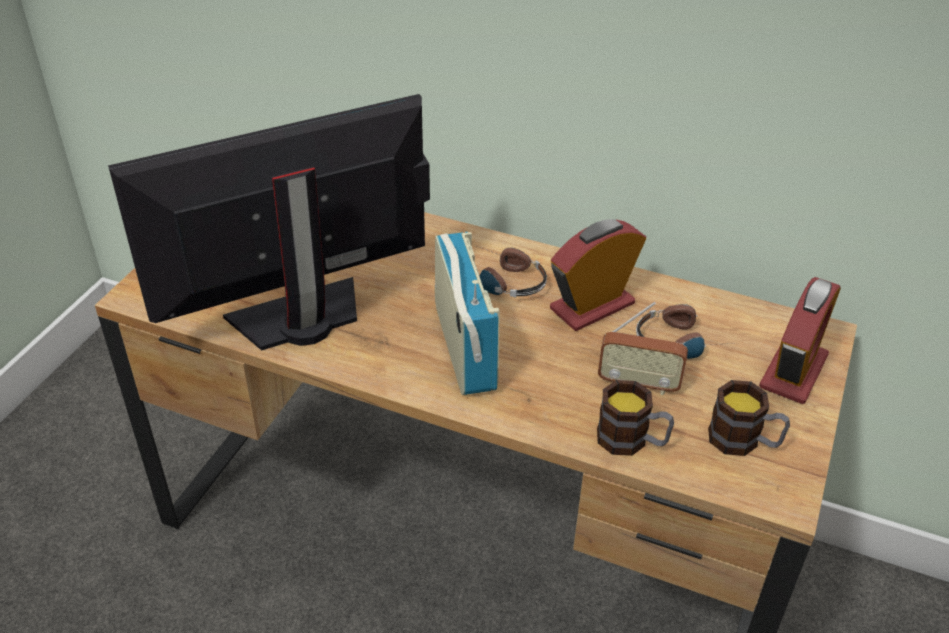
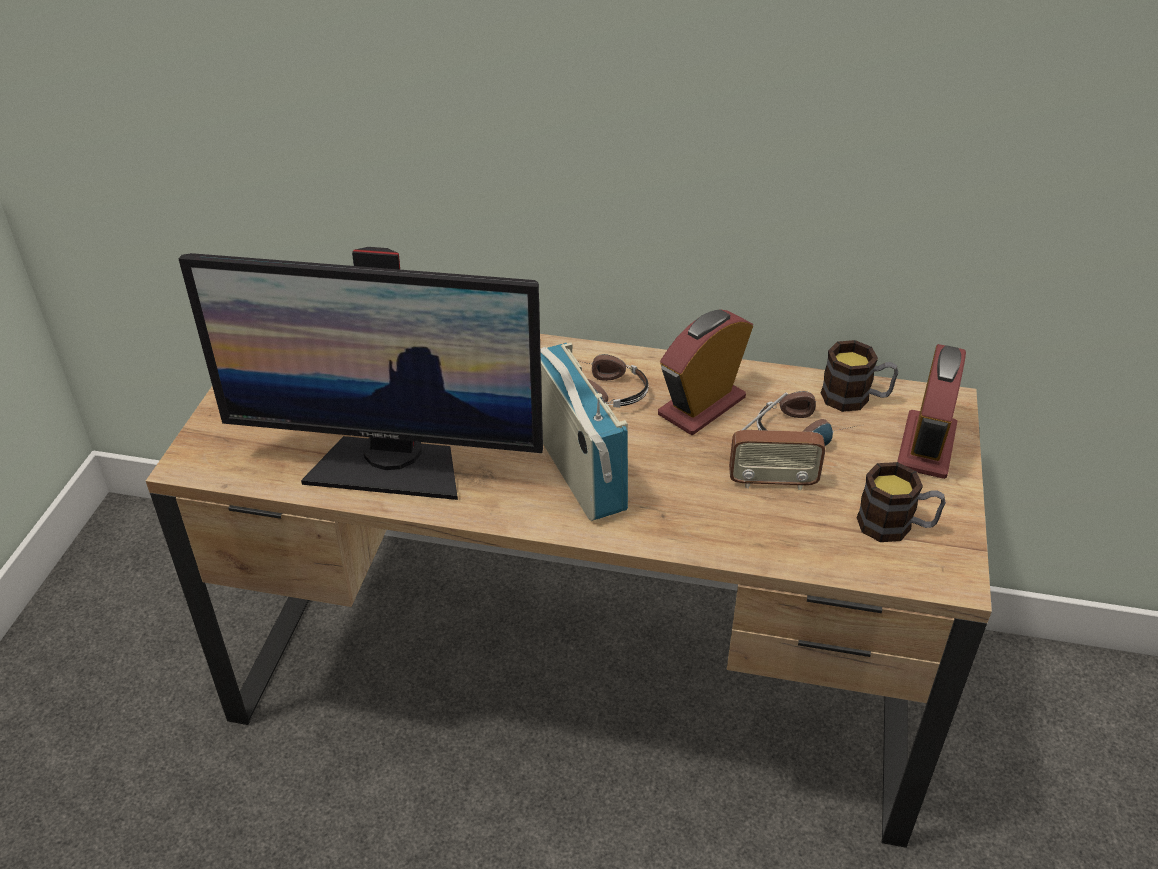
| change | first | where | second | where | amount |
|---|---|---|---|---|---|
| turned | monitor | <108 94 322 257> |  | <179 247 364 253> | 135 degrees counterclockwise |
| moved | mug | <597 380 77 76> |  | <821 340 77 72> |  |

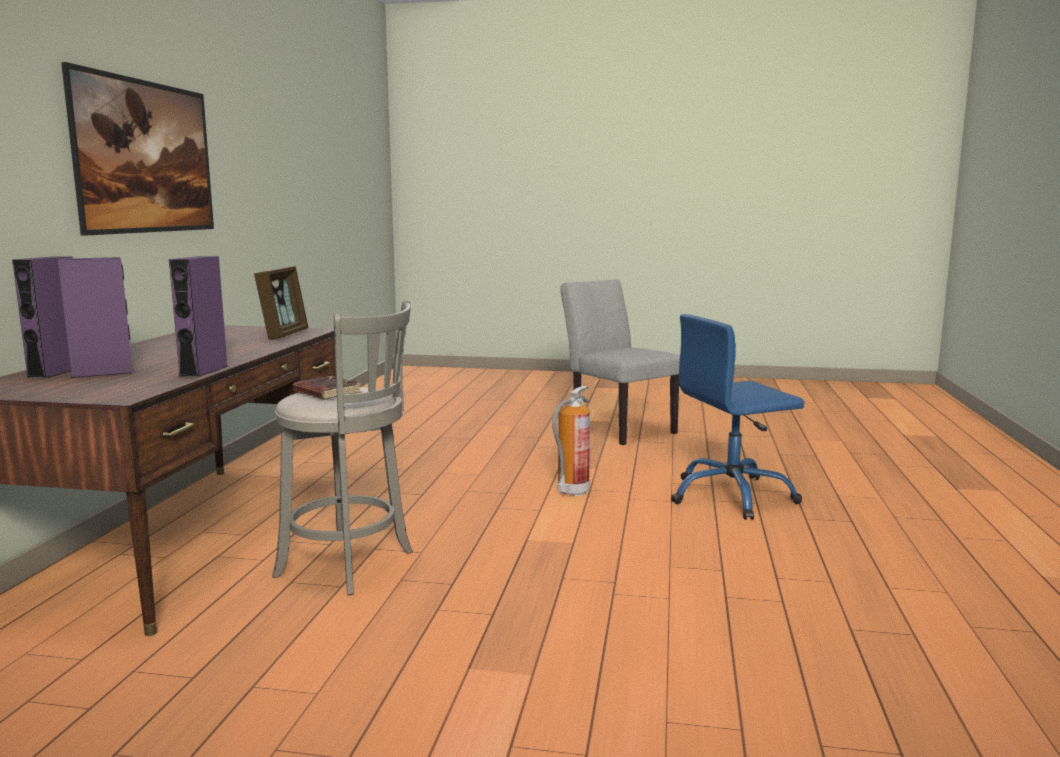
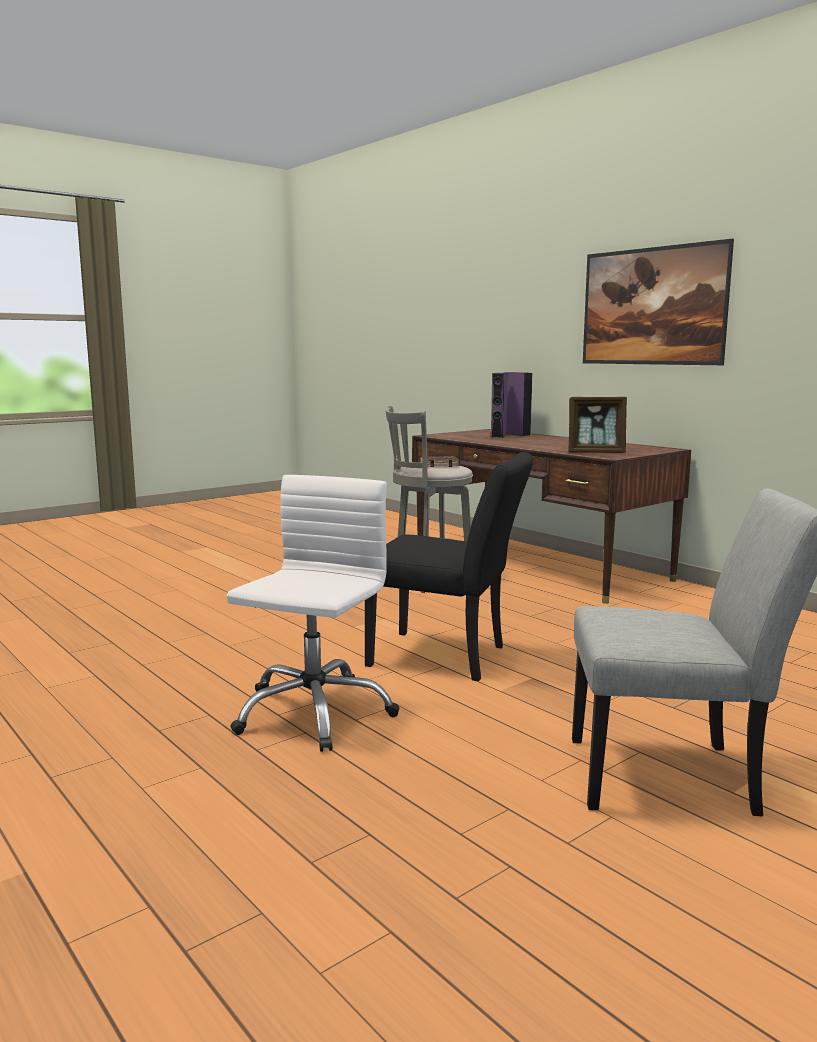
| change | first | where | second | where | amount |
|---|---|---|---|---|---|
| removed | purple speaker | <169 256 59 121> |  |  |  |
| turned | picture frame | <254 266 54 74> |  | <568 397 59 56> | 45 degrees counterclockwise |
| recoloured | blue office chair | <671 314 133 206> | white office chair | <227 475 172 277> |  |
| replaced | fire extinguisher | <552 386 38 110> | black chair | <365 452 168 229> |  |

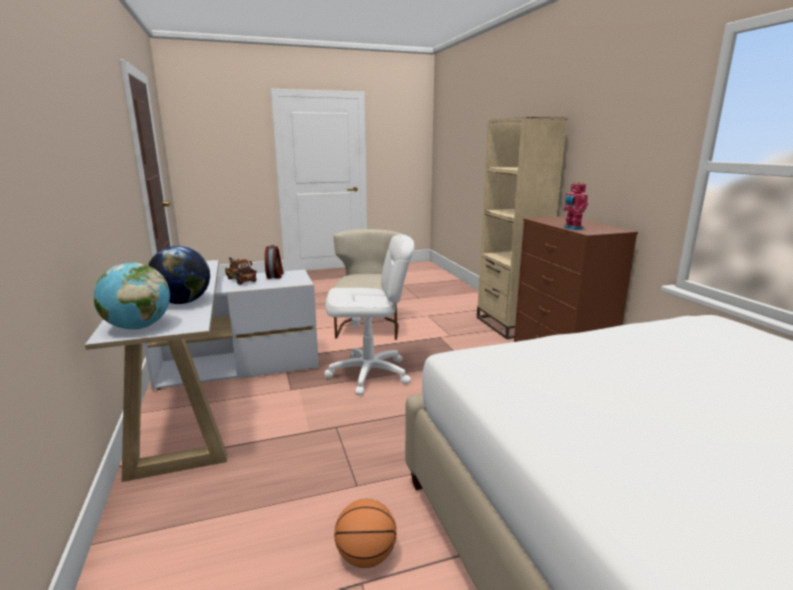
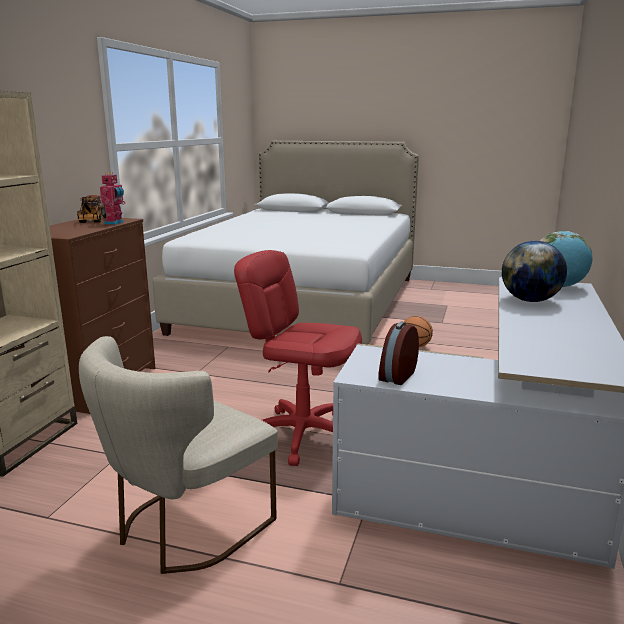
| change | first | where | second | where | amount |
|---|---|---|---|---|---|
| recoloured | white office chair | <324 235 90 160> | red office chair | <234 250 128 216> |  |
| moved | toy truck | <225 257 32 28> |  | <77 195 29 28> |  |

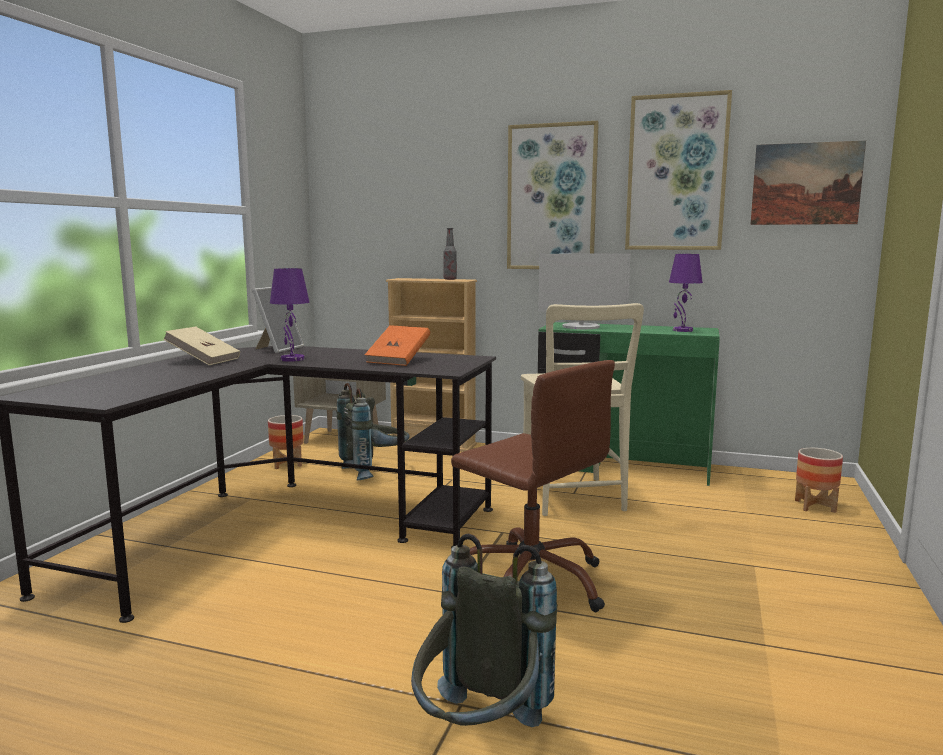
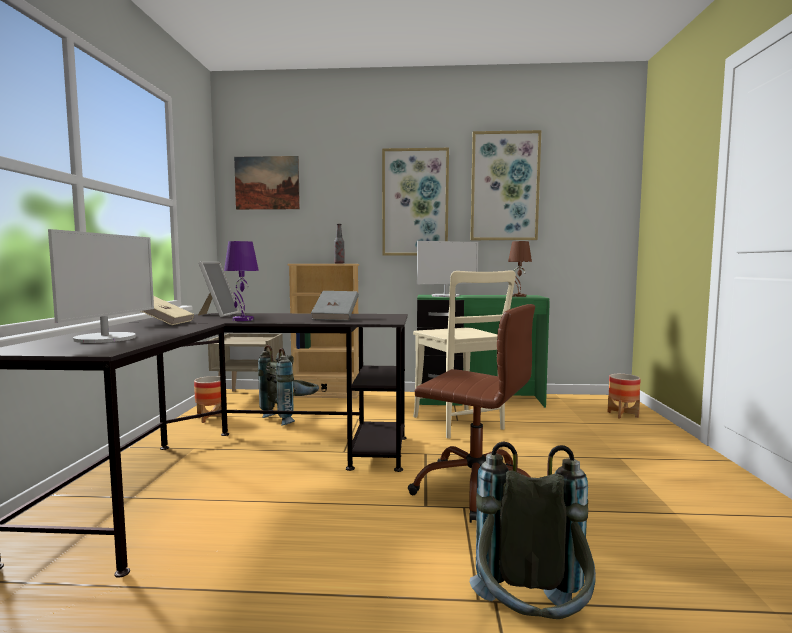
| change | first | where | second | where | amount |
|---|---|---|---|---|---|
| moved | picture | <750 141 116 84> |  | <234 156 66 54> |  |
| recoloured | purple table lamp | <669 254 34 78> | brown table lamp | <508 241 24 56> |  |
| recoloured | orange book | <365 325 65 41> | grey book | <311 291 48 29> |  |
| added |  |  | monitor | <48 229 106 114> |  |

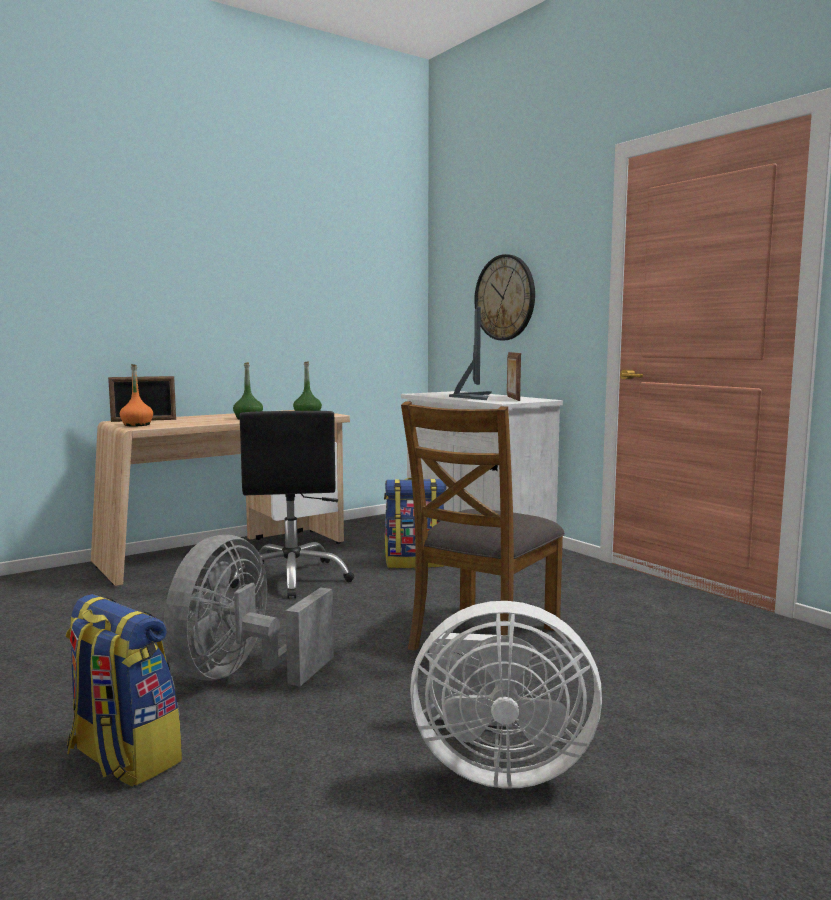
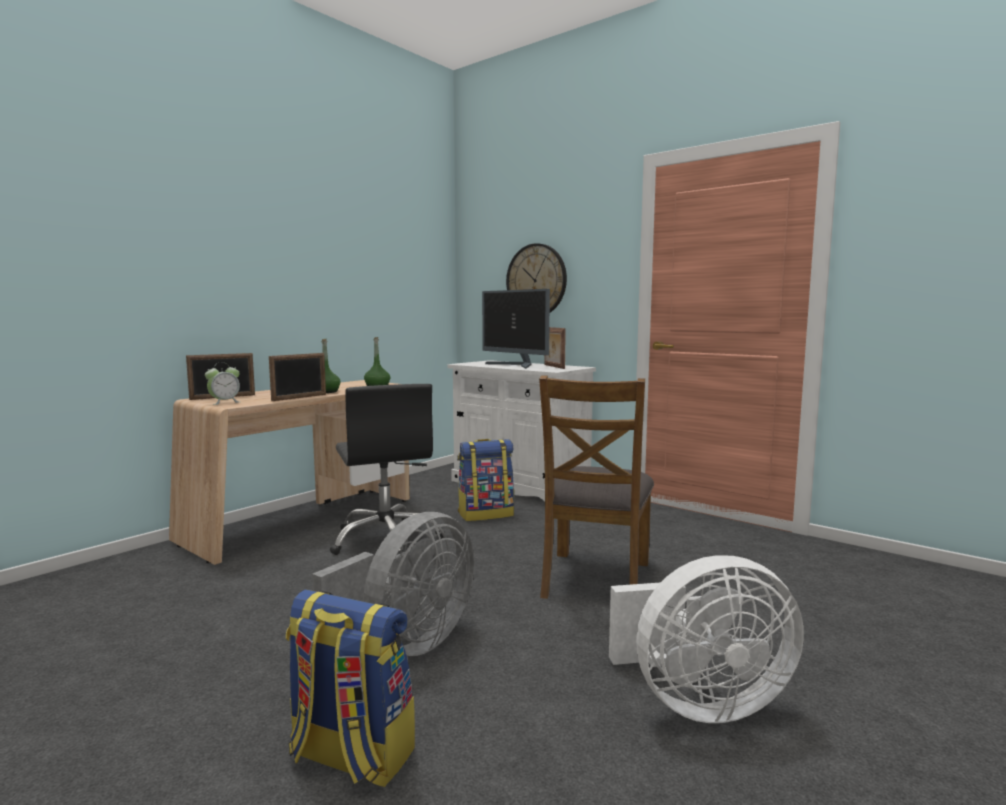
| change | first | where | second | where | amount |
|---|---|---|---|---|---|
| turned | monitor | <449 307 43 93> |  | <482 289 68 80> | 150 degrees clockwise |
| replaced | orange bottle | <120 364 33 62> | alarm clock | <205 364 35 41> |  |
| turned | grey fan | <164 535 169 151> |  | <312 512 163 144> | 150 degrees counterclockwise |
| added |  |  | picture frame | <269 353 57 48> |  |

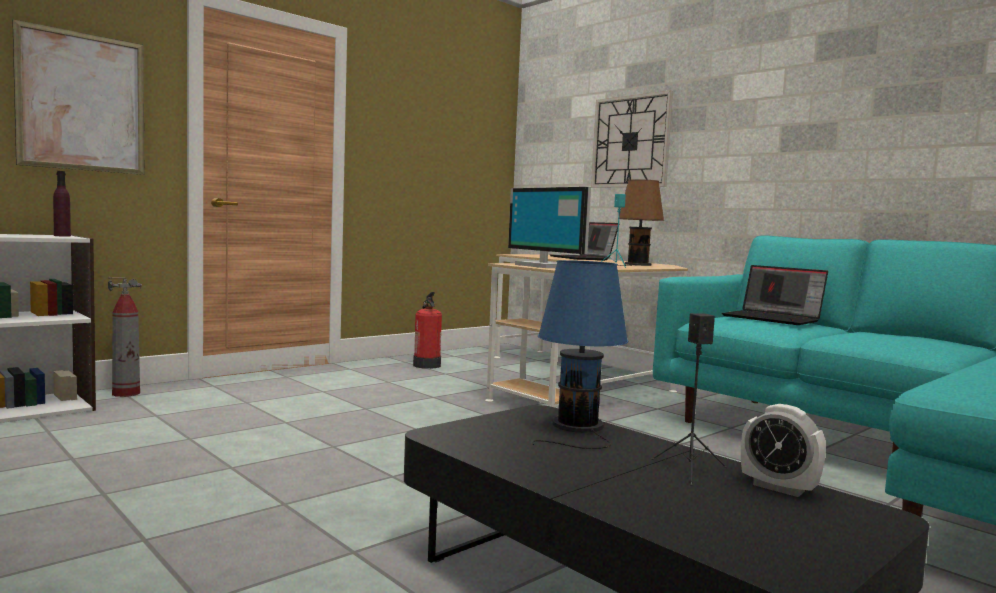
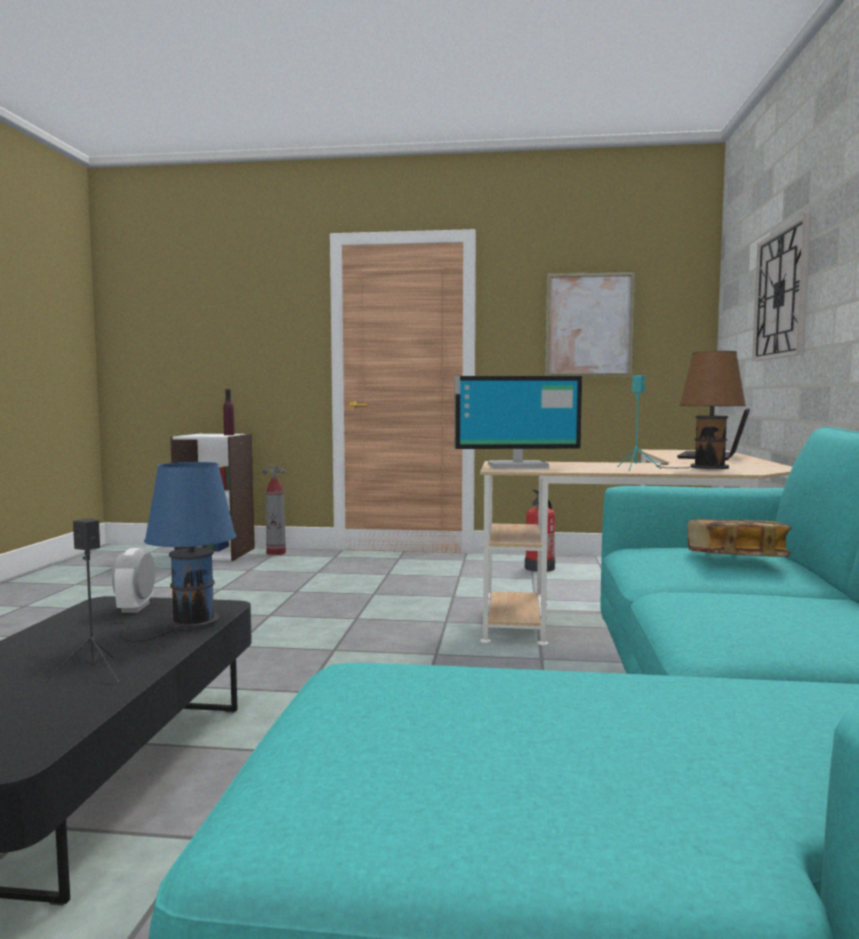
| change | first | where | second | where | amount |
|---|---|---|---|---|---|
| moved | picture | <12 19 132 156> |  | <545 271 91 106> |  |
| turned | monitor | <508 187 83 81> |  | <455 376 127 93> | 105 degrees counterclockwise |
| replaced | laptop | <722 265 106 60> | book | <687 519 105 38> |  |
| moved | alarm clock | <741 404 85 93> |  | <112 548 43 65> |  |

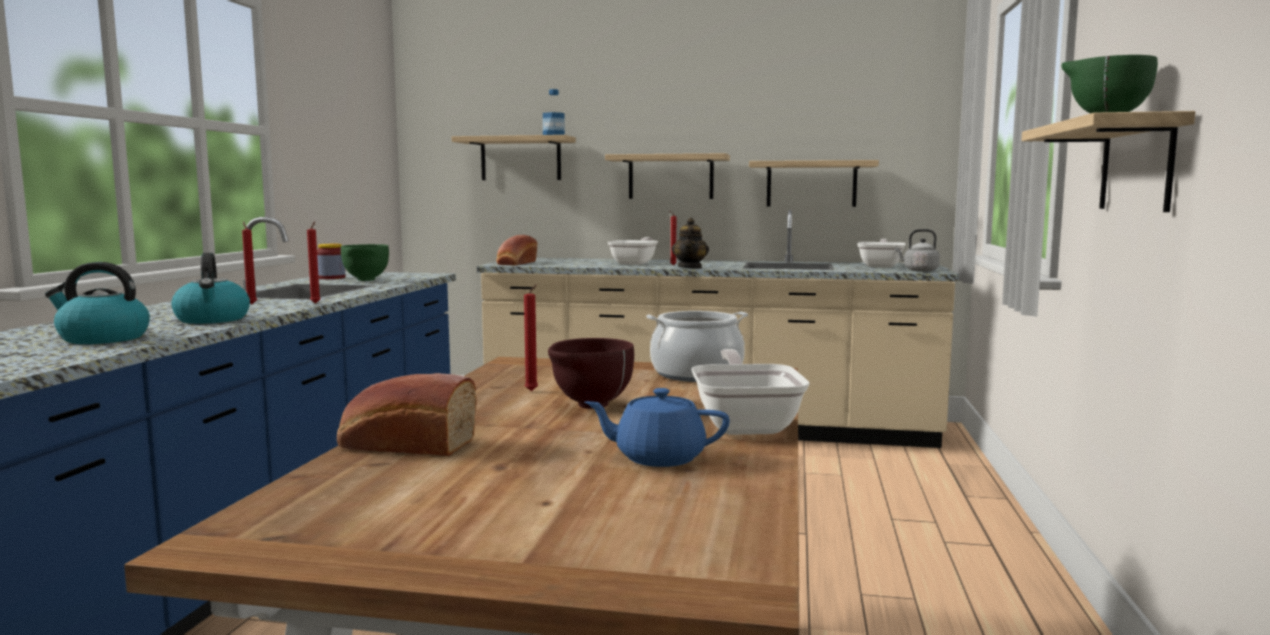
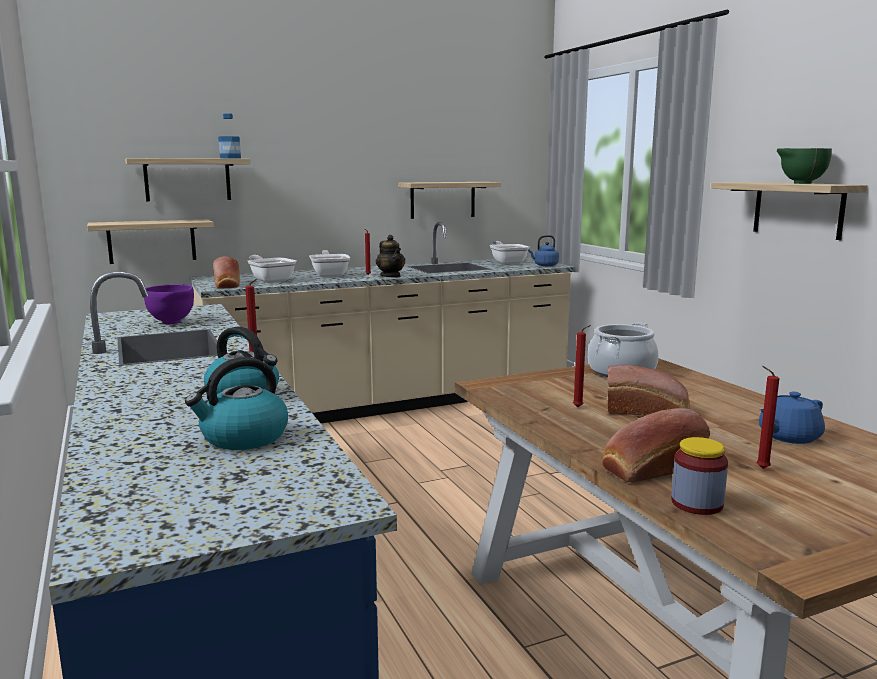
| change | first | where | second | where | amount |
|---|---|---|---|---|---|
| moved | shelf | <605 153 125 46> |  | <87 219 127 45> |  |
| moved | red candle | <242 221 15 83> |  | <756 366 23 103> |  |
| recoloured | grey kettle | <895 229 45 43> | blue kettle | <528 235 31 31> |  |
| moved | jar | <317 244 28 35> |  | <671 437 57 78> |  |
| recoloured | green bowl | <341 244 48 37> | purple bowl | <144 284 50 40> |  |
| replaced | brown bowl | <548 338 86 71> | bread | <606 365 84 51> |  |
| moved | frying pan | <691 349 119 86> |  | <248 255 49 28> |  |

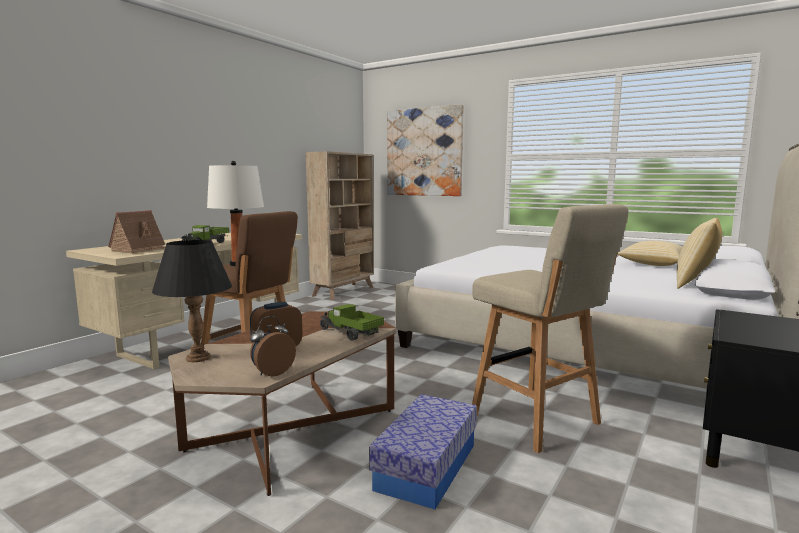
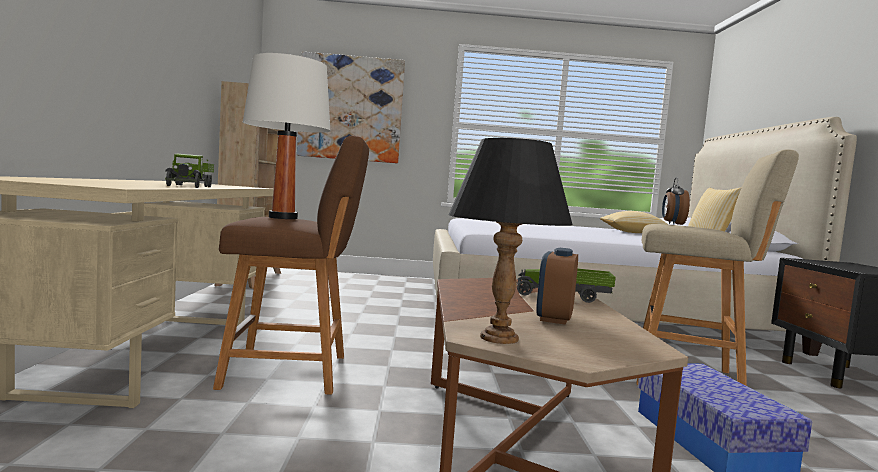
| change | first | where | second | where | amount |
|---|---|---|---|---|---|
| removed | toy house | <108 210 57 43> |  |  |  |
| moved | alarm clock | <250 316 46 60> |  | <662 177 28 48> |  |

